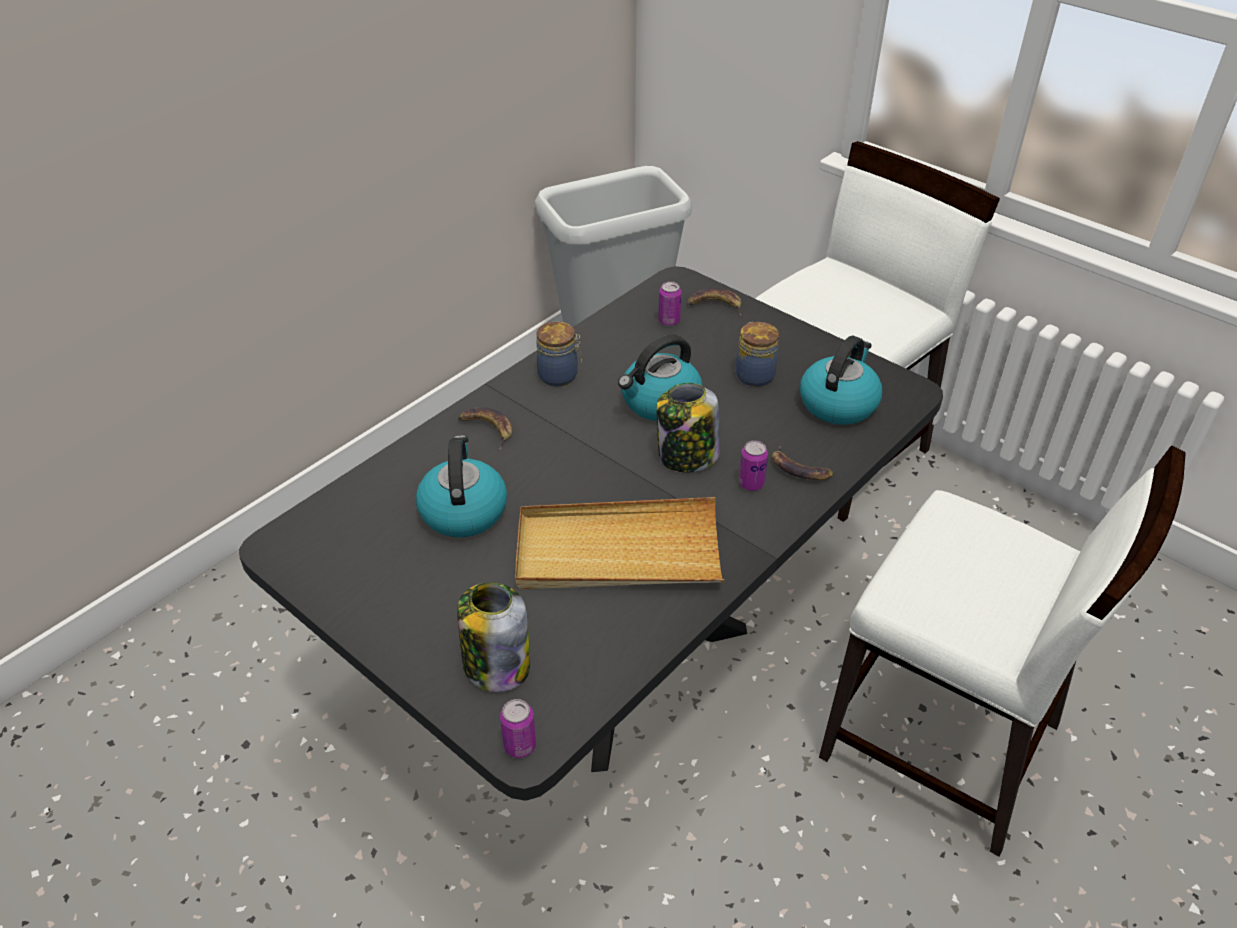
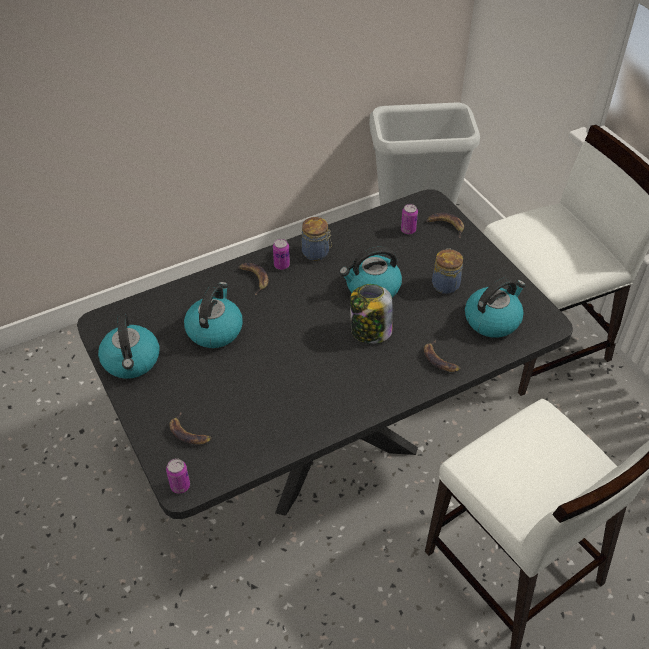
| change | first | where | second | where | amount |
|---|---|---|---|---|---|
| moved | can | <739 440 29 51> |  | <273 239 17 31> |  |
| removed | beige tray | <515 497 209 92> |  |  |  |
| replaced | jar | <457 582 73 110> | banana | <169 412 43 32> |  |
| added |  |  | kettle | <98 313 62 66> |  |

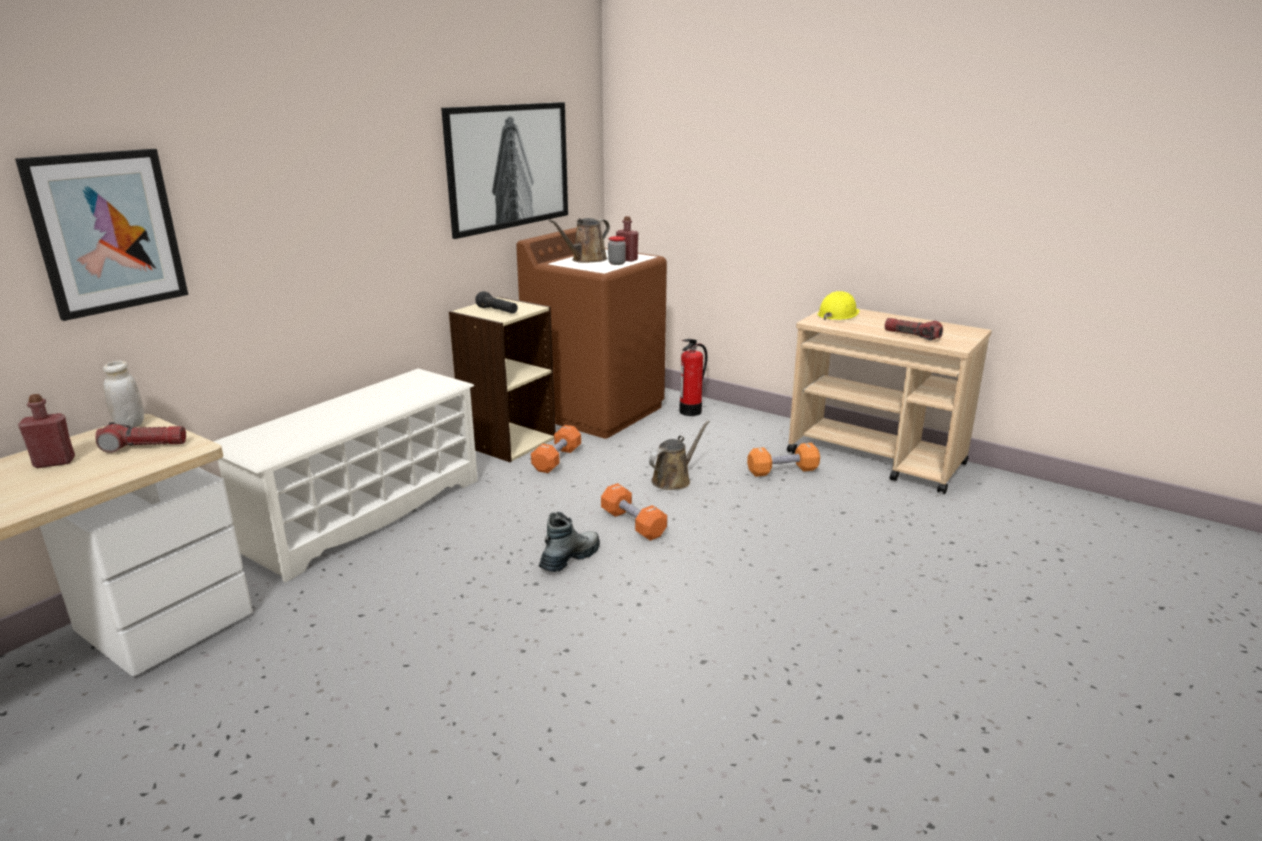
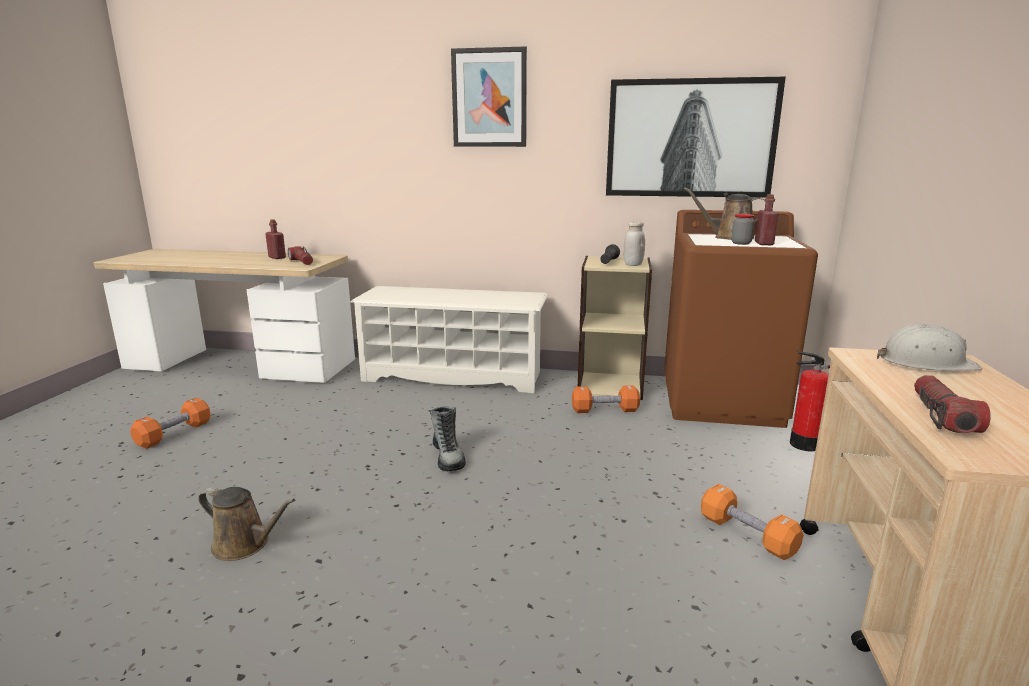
| change | first | where | second | where | amount |
|---|---|---|---|---|---|
| moved | picture | <15 149 173 172> |  | <451 46 76 101> |  |
| recoloured | yellow hard hat | <817 291 43 30> | white hard hat | <877 324 105 47> |  |
| moved | white jar | <103 361 41 67> |  | <623 221 22 45> |  |
| moved | brown watering can | <649 420 61 70> |  | <198 487 97 74> |  |
| moved | orange dumbbell | <601 483 66 58> |  | <130 398 80 51> |  |
| turned | boot | <539 512 61 60> |  | <430 406 36 65> | 60 degrees clockwise |

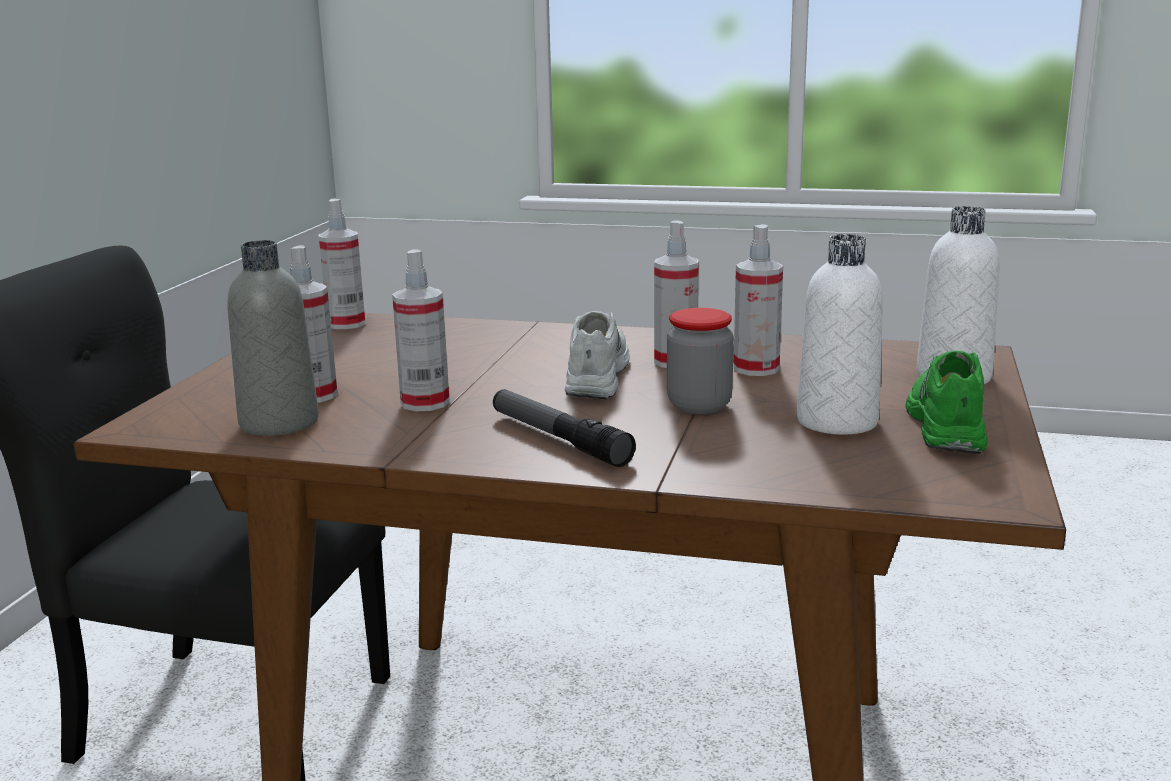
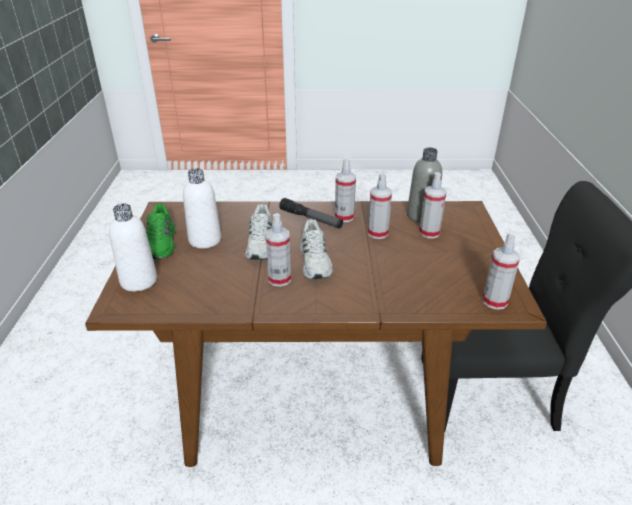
| change | first | where | second | where | amount |
|---|---|---|---|---|---|
| moved | spray bottle | <733 224 50 152> |  | <335 159 21 63> |  |
| replaced | jar | <667 308 67 106> | white shoe | <245 204 27 56> |  |

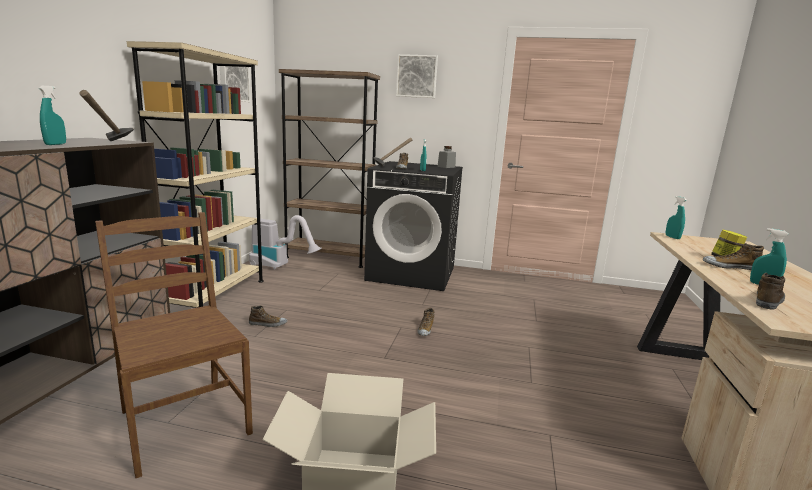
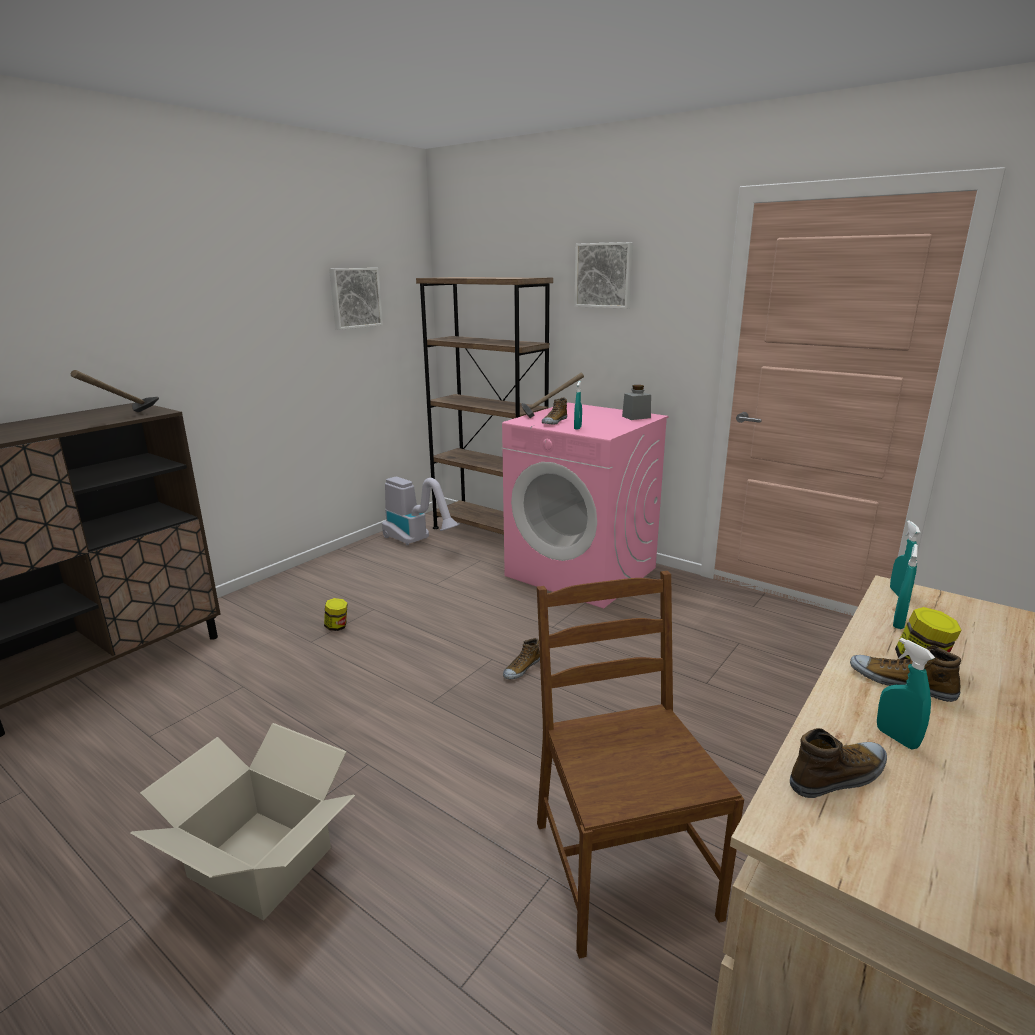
| change | first | where | second | where | amount |
|---|---|---|---|---|---|
| removed | beige bookcase | <127 41 137 267> |  |  |  |
| moved | turquoise spray bottle | <39 86 27 59> |  | <893 544 25 85> |  |
| recoloured | black washing machine | <364 161 99 130> | pink washing machine | <502 403 166 205> |  |
| moved | brown chair | <95 212 158 266> |  | <537 571 207 388> |  |
| replaced | shoe | <249 306 38 21> | jar | <324 598 24 33> |  |

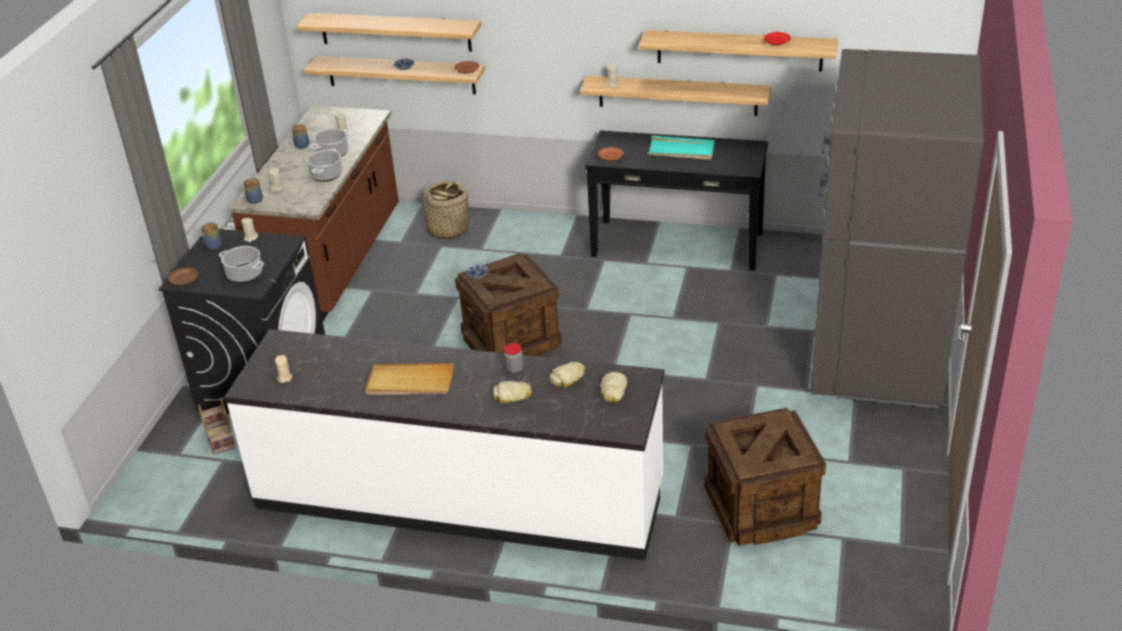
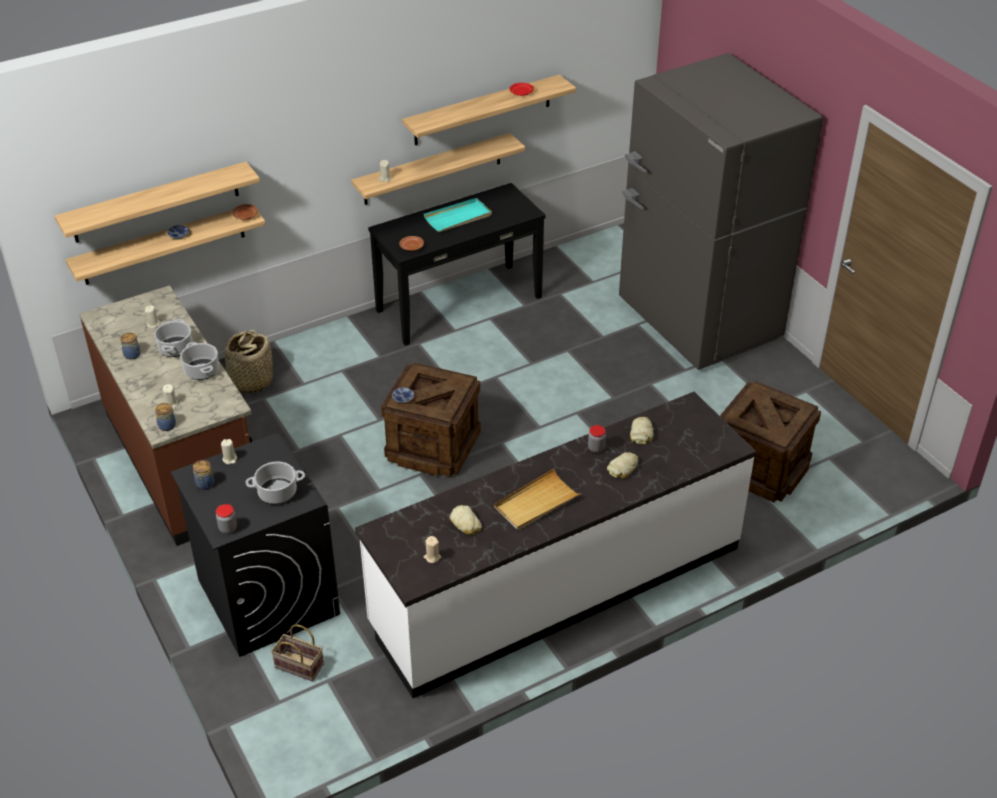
| change | first | where | second | where | amount |
|---|---|---|---|---|---|
| replaced | brown plate | <168 268 30 18> | jar | <216 504 21 30> |  |
| moved | bread | <601 372 26 30> |  | <450 505 32 30> |  |

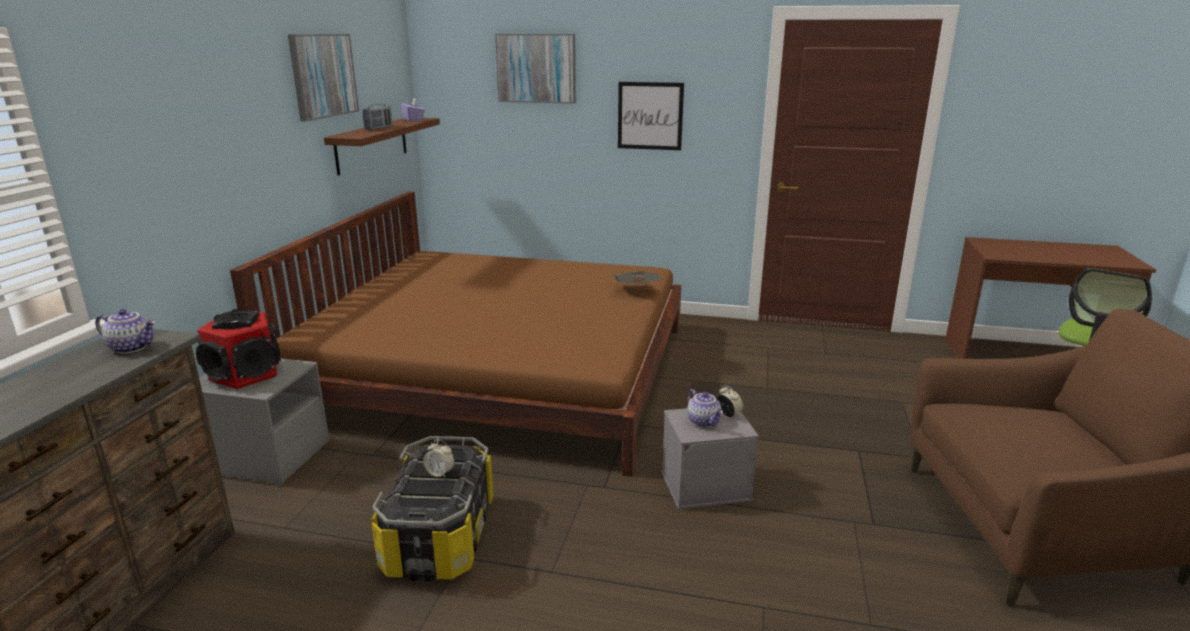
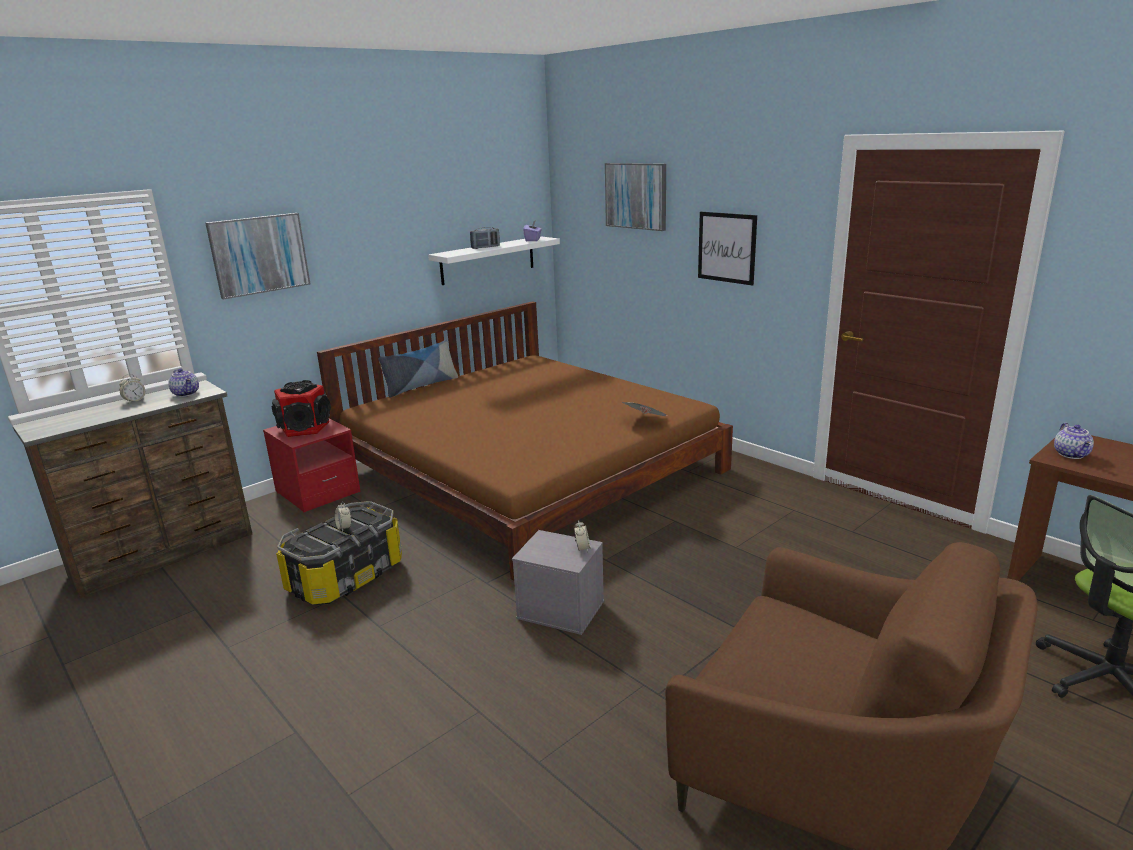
| change | first | where | second | where | amount |
|---|---|---|---|---|---|
| moved | picture | <288 34 71 88> |  | <205 213 106 87> |  |
| recoloured | brown shelf | <324 118 116 58> | white shelf | <428 236 132 49> |  |
| recoloured | grey nightstand | <199 358 130 128> | red nightstand | <263 418 98 94> |  |
| moved | teapot | <687 389 36 38> |  | <1054 423 40 36> |  |
| added |  |  | pillow | <378 339 80 58> |  |
| added |  |  | alarm clock | <119 374 26 29> |  |

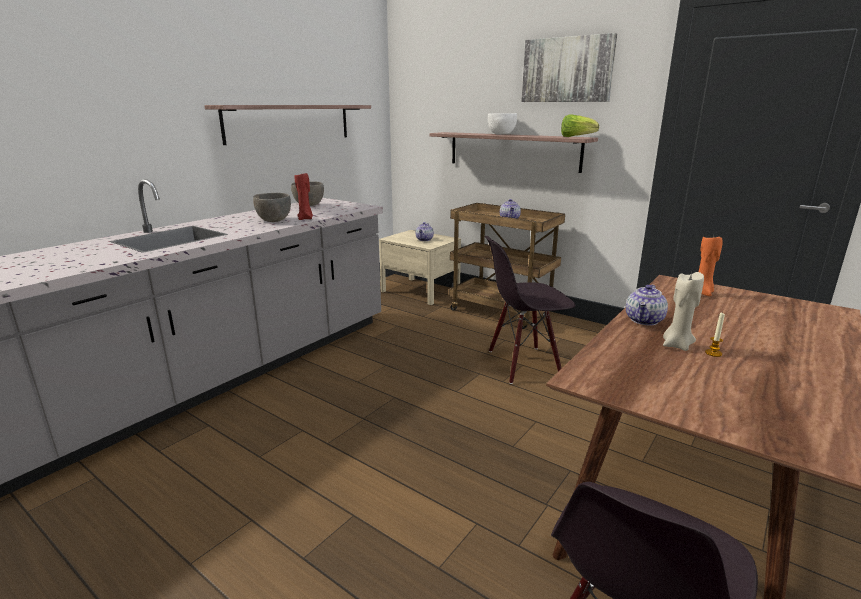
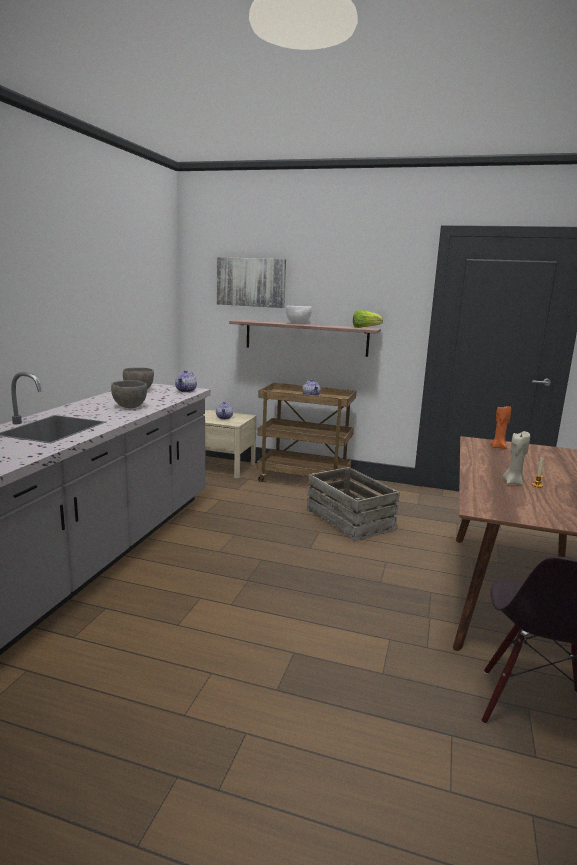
| change | first | where | second | where | amount |
|---|---|---|---|---|---|
| moved | picture | <521 33 96 69> |  | <217 257 69 51> |  |
| removed | shelf | <204 105 167 40> |  |  |  |
| removed | red candle | <295 173 18 47> |  |  |  |
| replaced | black chair | <485 236 90 148> | crate | <307 467 93 75> |  |
| moved | teapot | <626 285 42 41> |  | <175 370 22 22> |  |

